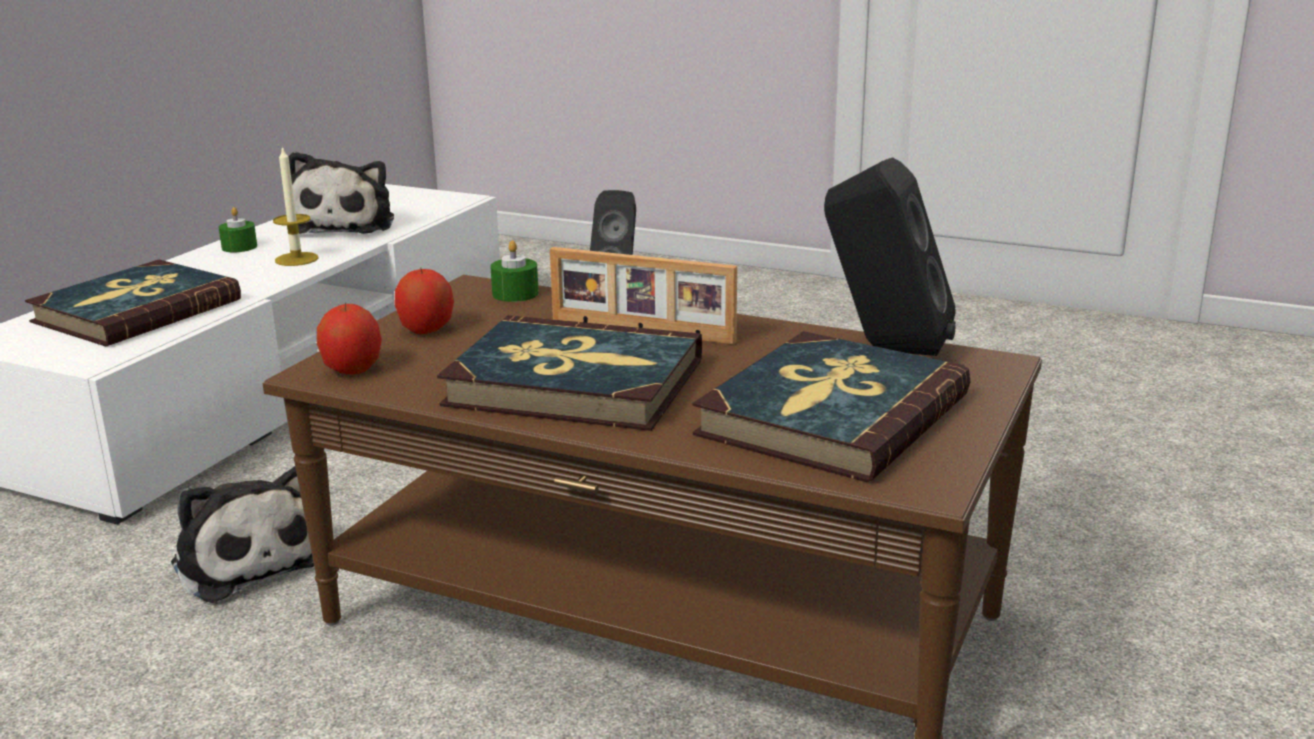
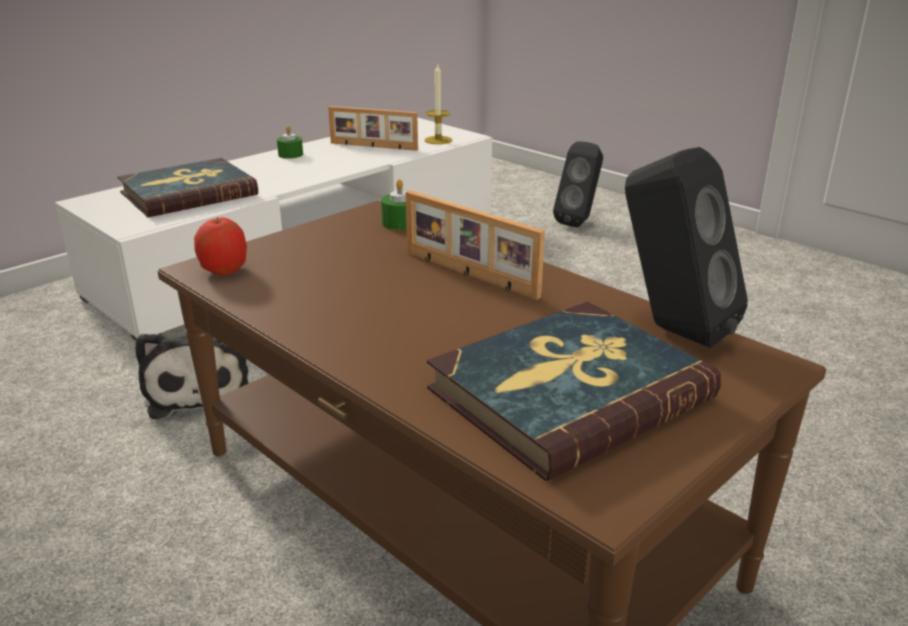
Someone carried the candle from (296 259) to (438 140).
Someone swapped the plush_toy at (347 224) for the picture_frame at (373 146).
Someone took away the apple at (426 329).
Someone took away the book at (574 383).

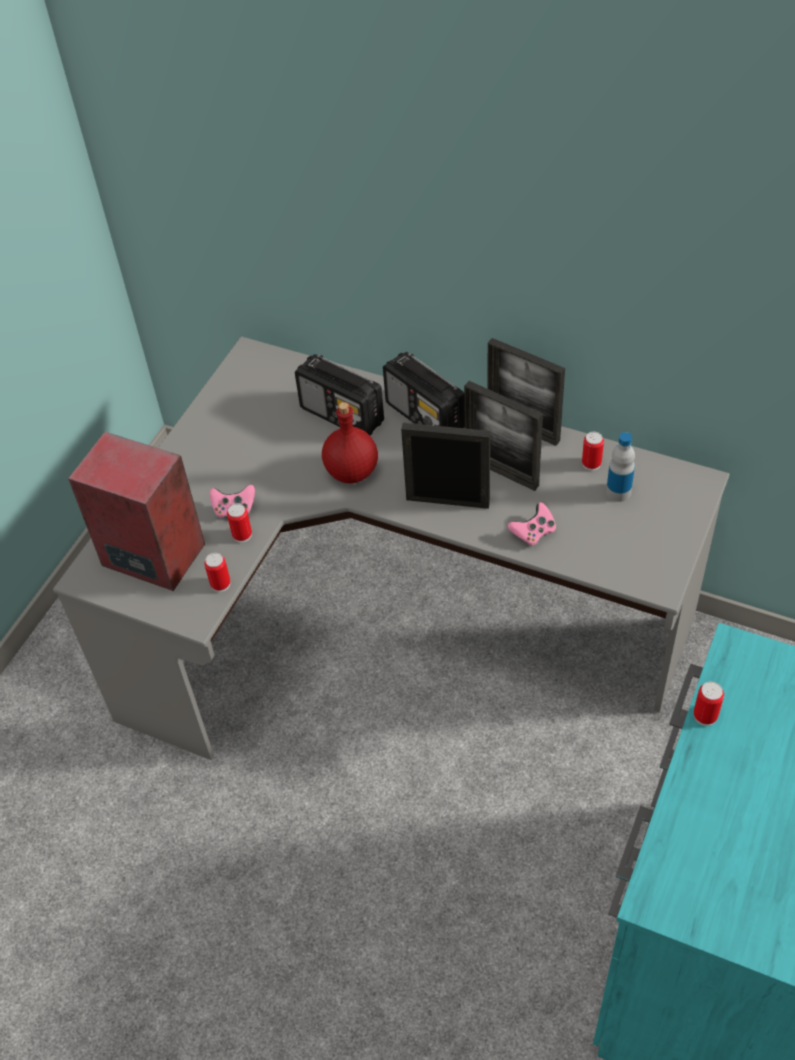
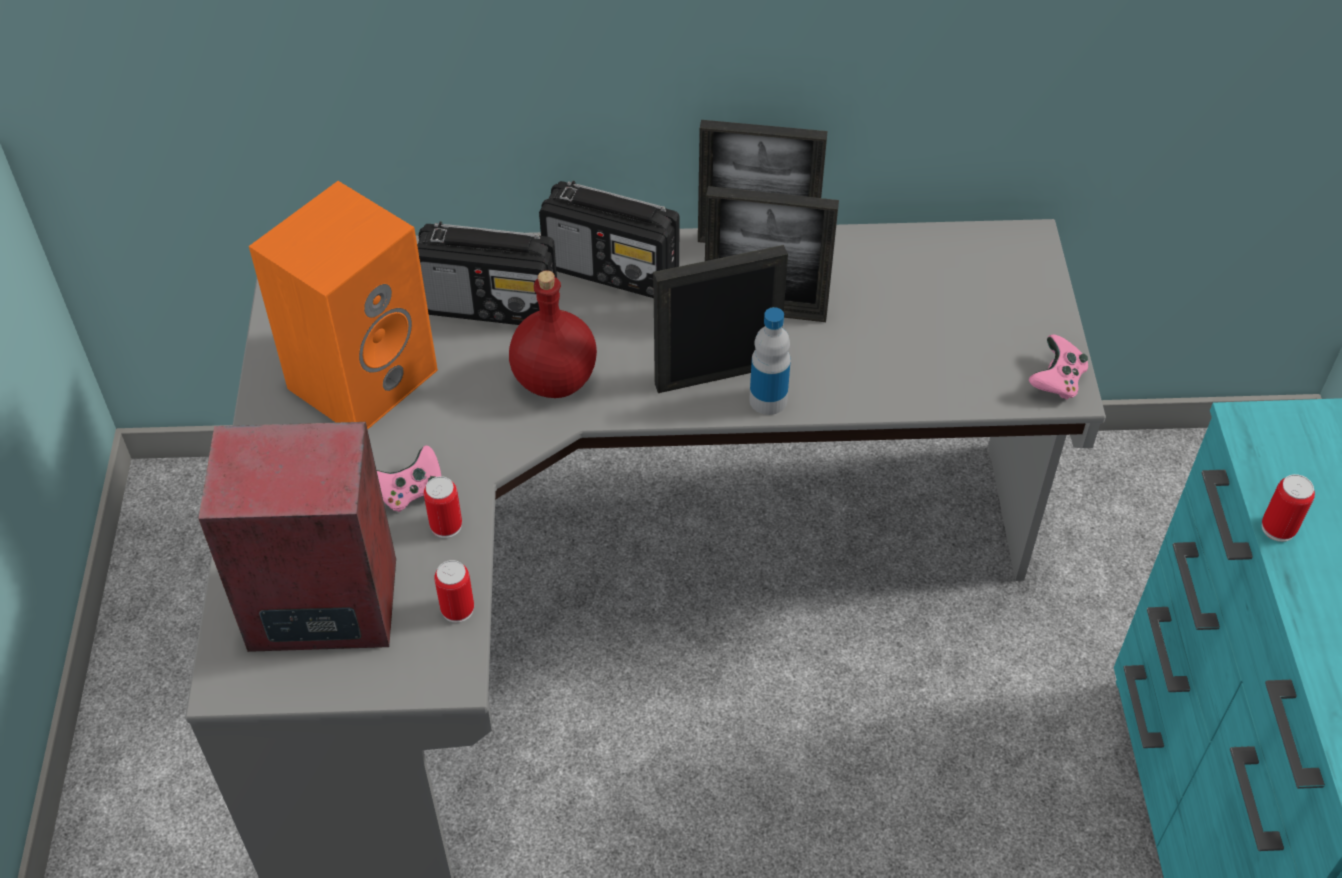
Someone carried the pink_game_controller from (533 533) to (1056 381).
Someone took away the can at (591 463).
Someone carried the bottle from (618 492) to (768 400).
Someone put down the orange_speaker at (363 376).

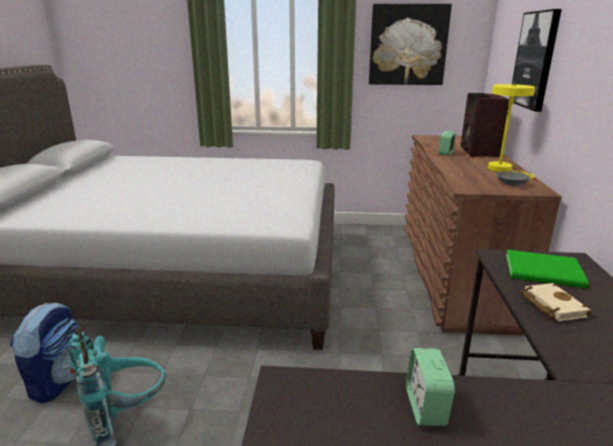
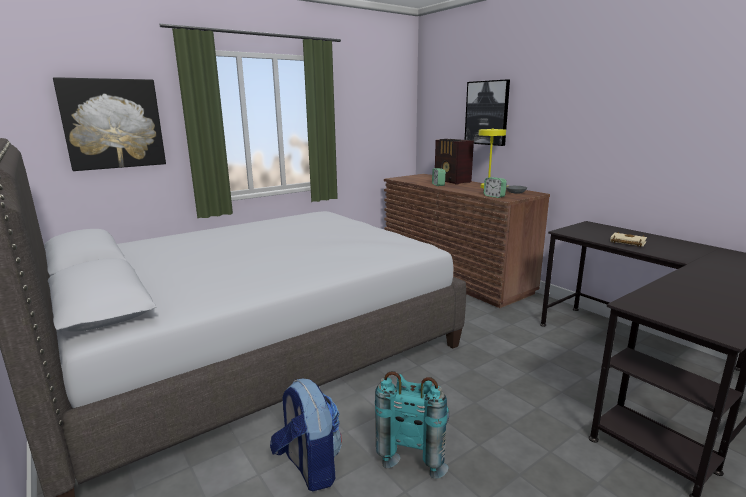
Someone carried the picture from (408 45) to (113 124).
Someone carried the alarm_clock from (425 407) to (494 196).
Someone took away the green_book at (546 272).

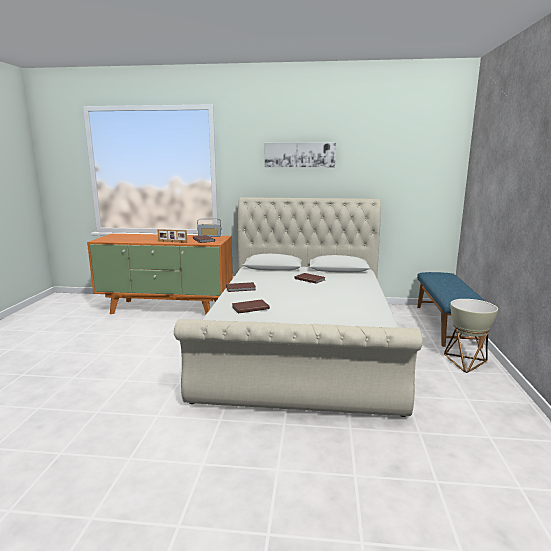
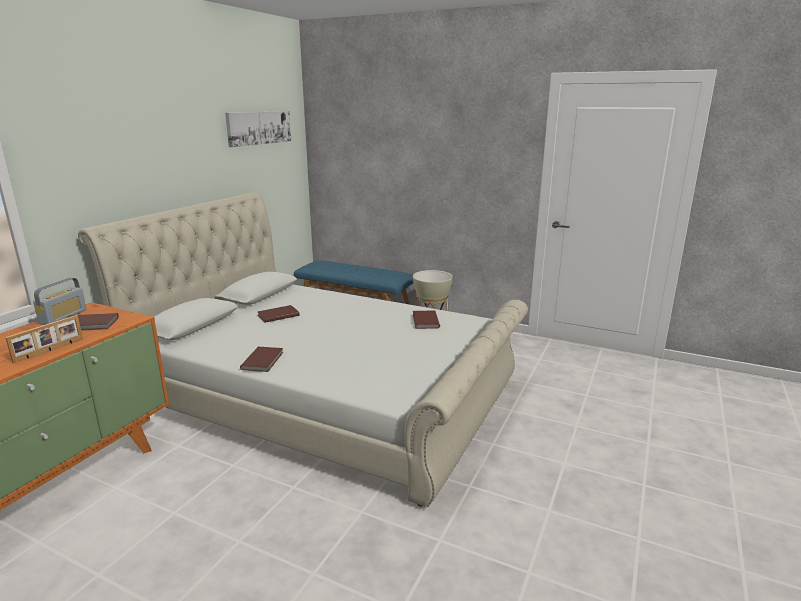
Someone carried the brown_book from (249 307) to (424 321).
Someone carried the picture from (299 155) to (259 128).

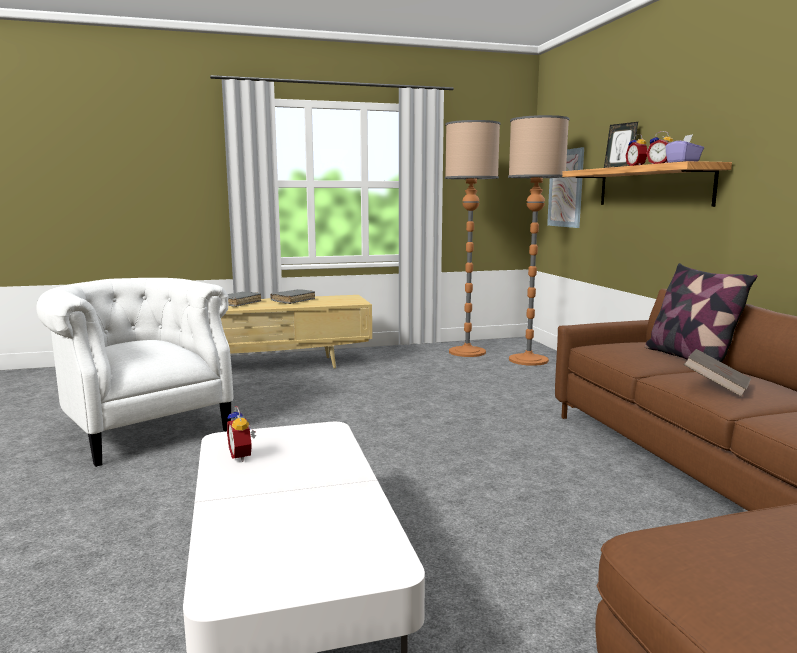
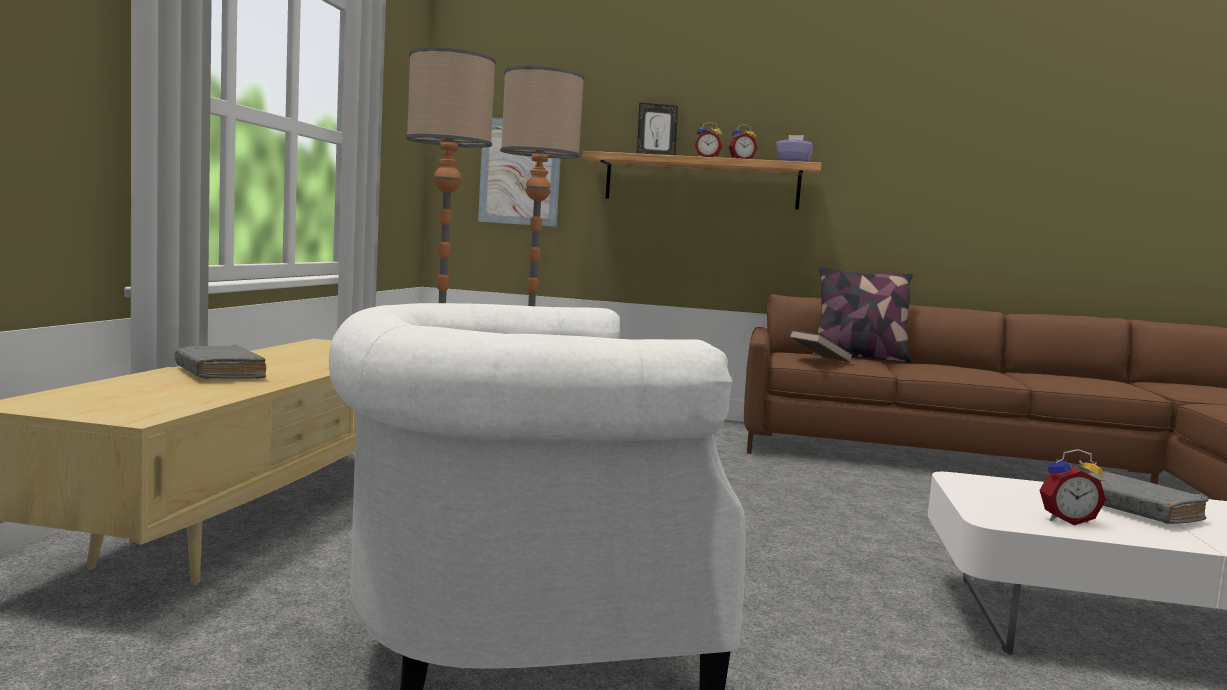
Someone carried the grey_book from (293 301) to (1132 510).
Someone carried the brown_book from (715 387) to (819 360).

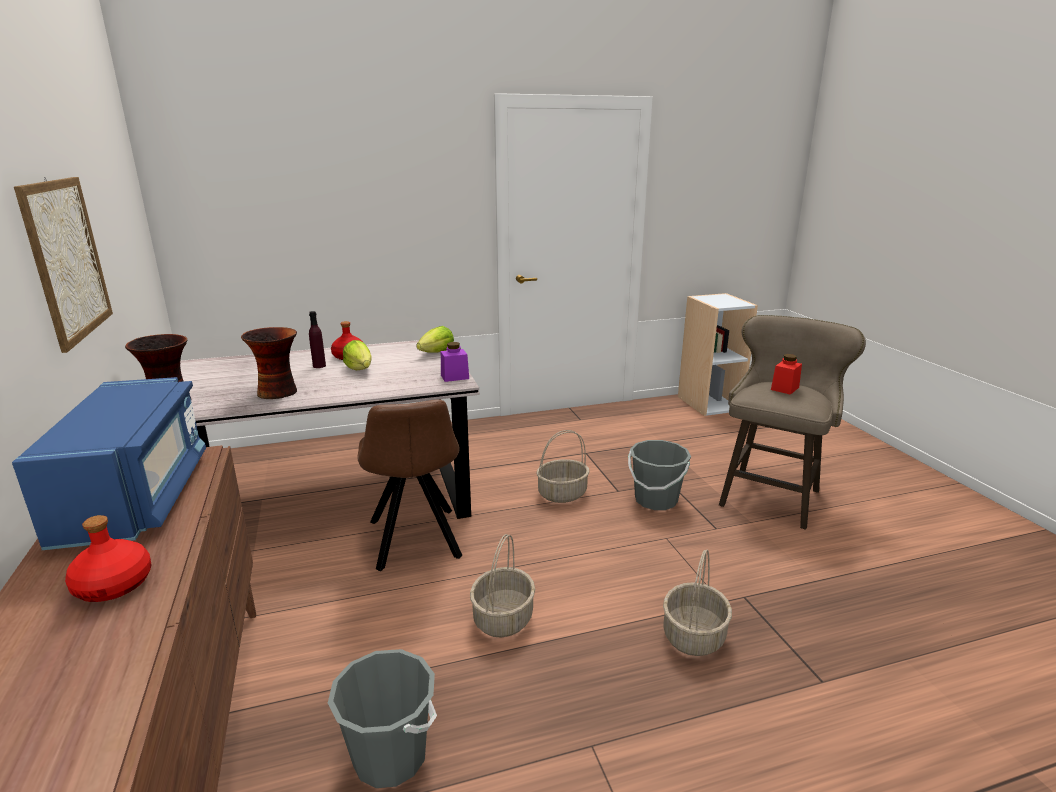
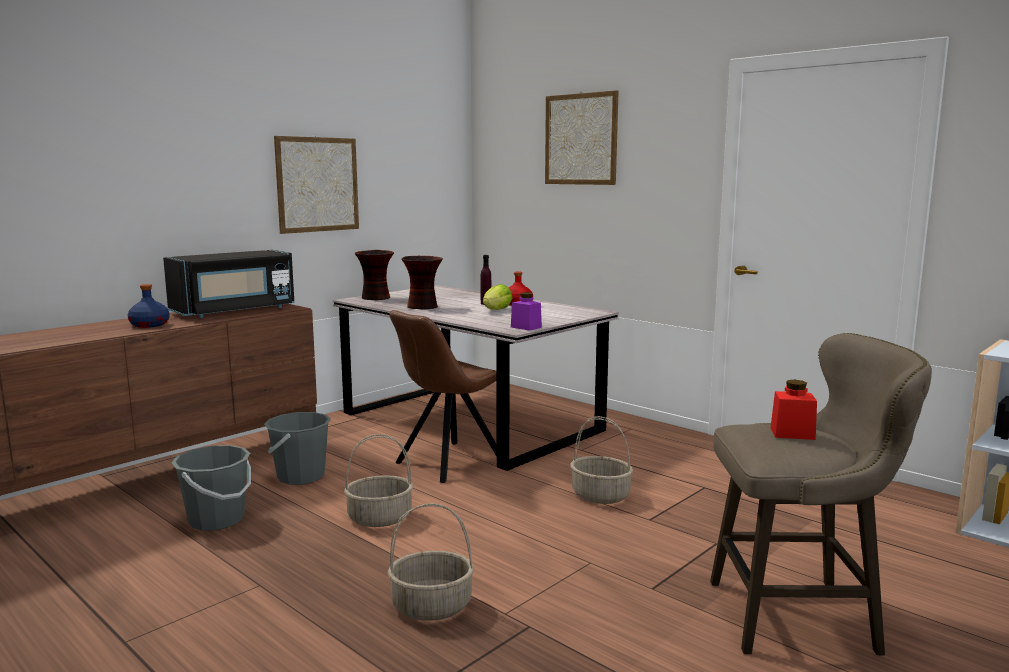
Someone repainted the blue_microwave at (136 497), which became the black_microwave at (234 311).
Someone repainted the red_bottle at (114 585), which became the blue_bottle at (150 325).
Someone took away the lettuce at (437 353).
Someone carried the grey_bucket from (655 500) to (300 476).
Someone put up the picture at (581 138).

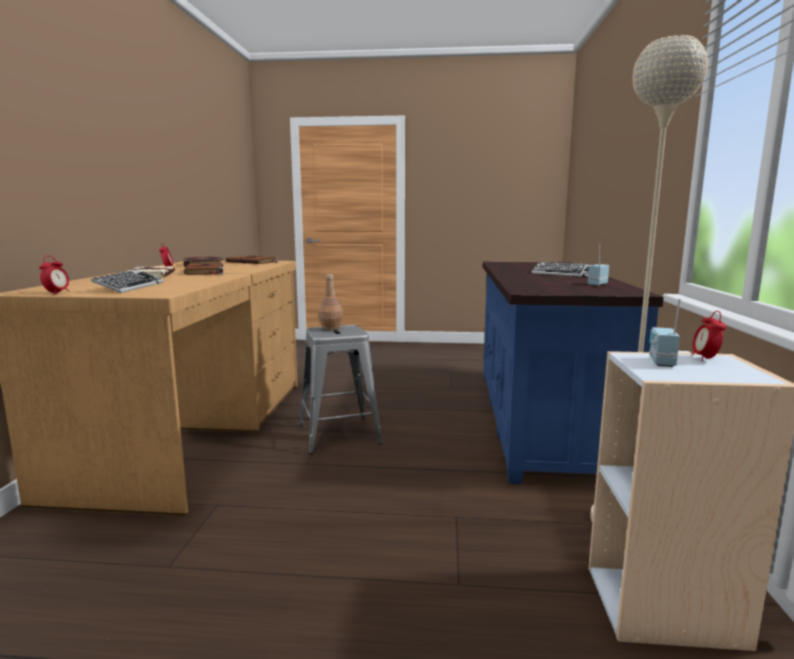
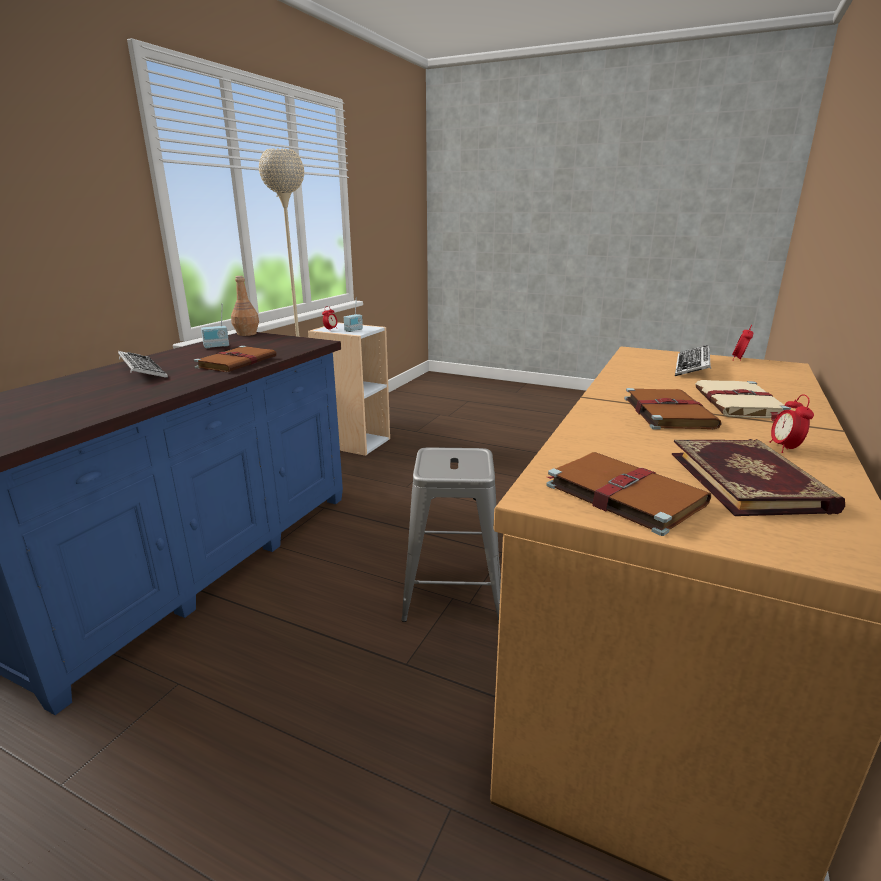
Someone carried the brown_bottle from (330 327) to (247 334).
Someone put down the brown_book at (237 362).

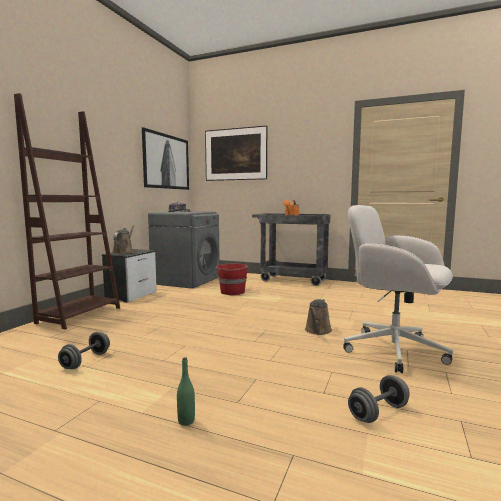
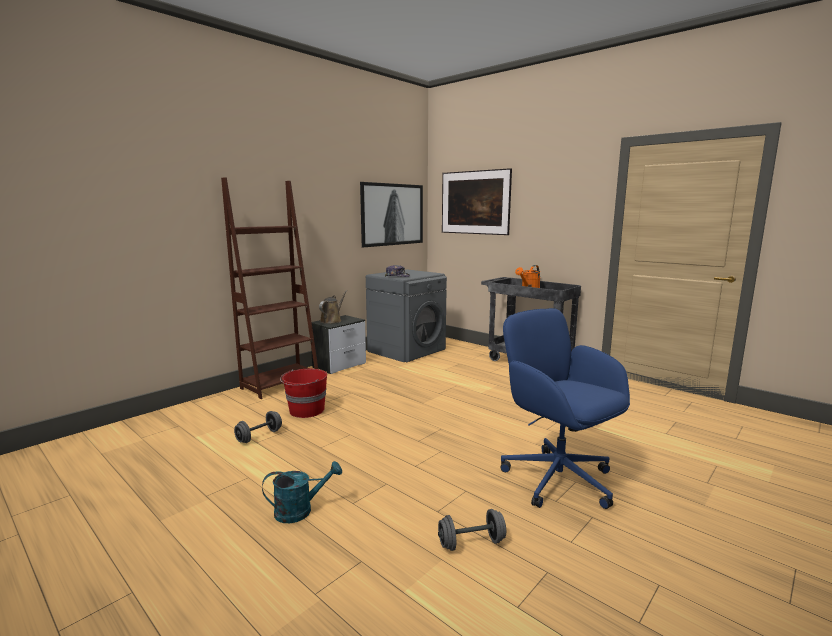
Someone swapped the green_bottle at (186 421) for the turquoise_watering_can at (300 510).
Someone carried the red_bucket from (232 292) to (306 411).
Someone took away the brown_watering_can at (317 331).
Someone repainted the white_office_chair at (394 351), which became the blue_office_chair at (558 480).

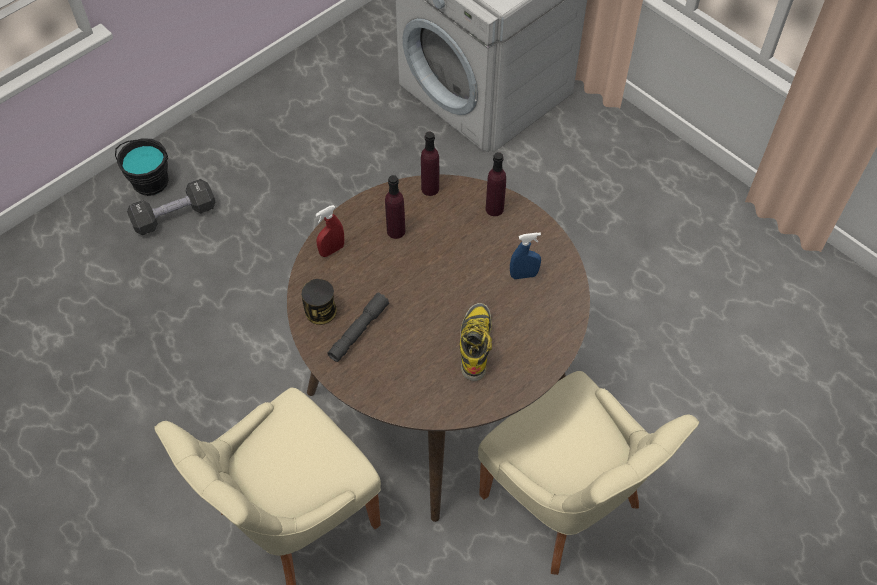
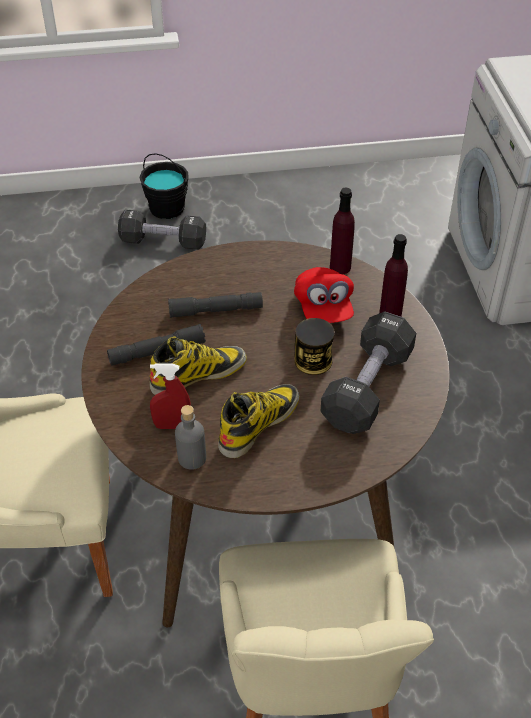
Someone carried the can from (320 311) to (313 360).
Someone carried the red_spray_bottle from (332 250) to (172 425).
Someone took away the purple_bottle at (396 231).
Someone swapped the blue_spray_bottle at (524 275) for the black_dumbbell at (367 388).
Someone put down the boot at (198 374).
Someone put down the grey_flashlight at (216 310).
Someone put down the grey_bottle at (192 458).
Someone put down the red_cap at (323 308).

